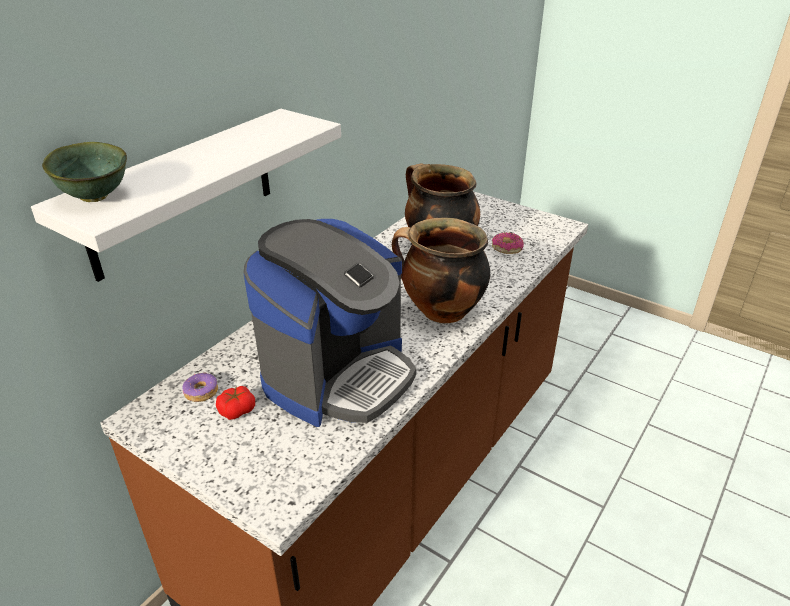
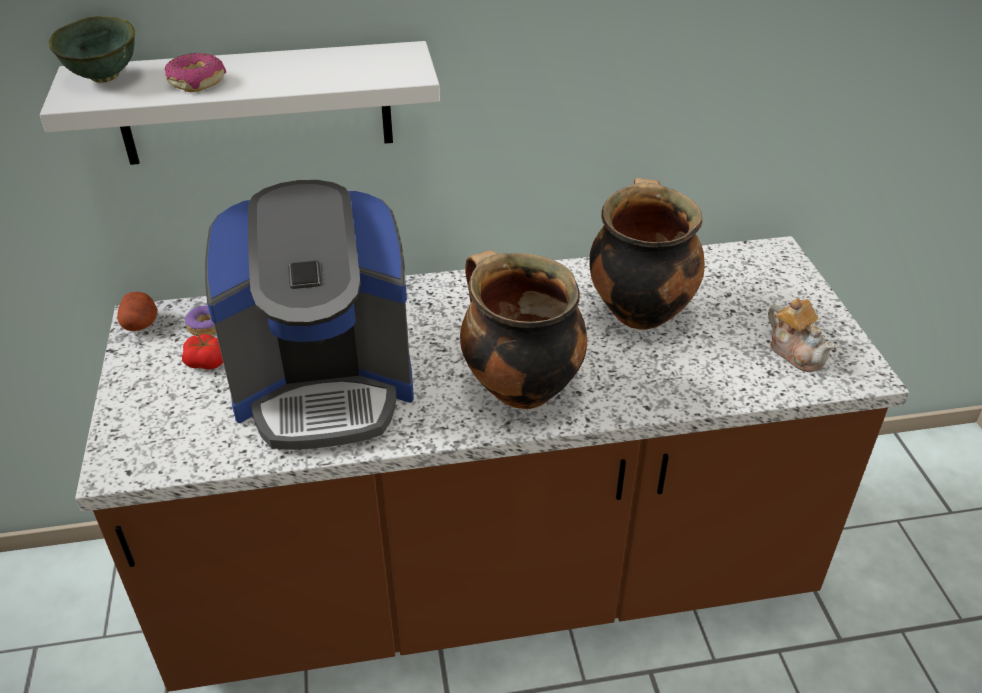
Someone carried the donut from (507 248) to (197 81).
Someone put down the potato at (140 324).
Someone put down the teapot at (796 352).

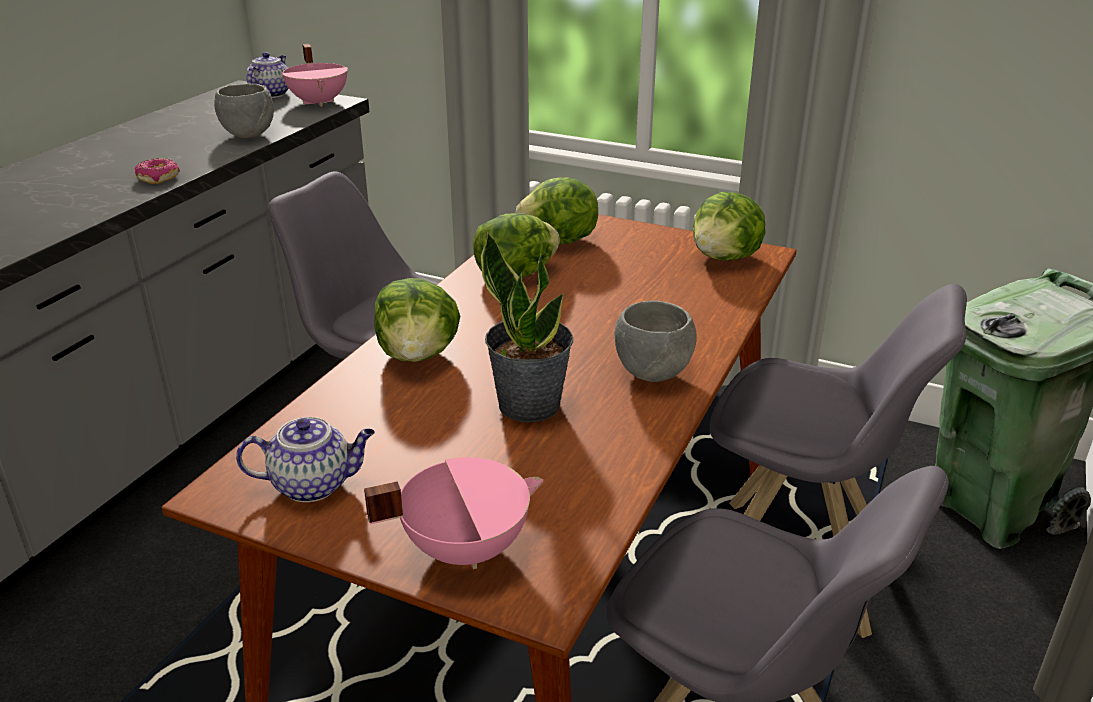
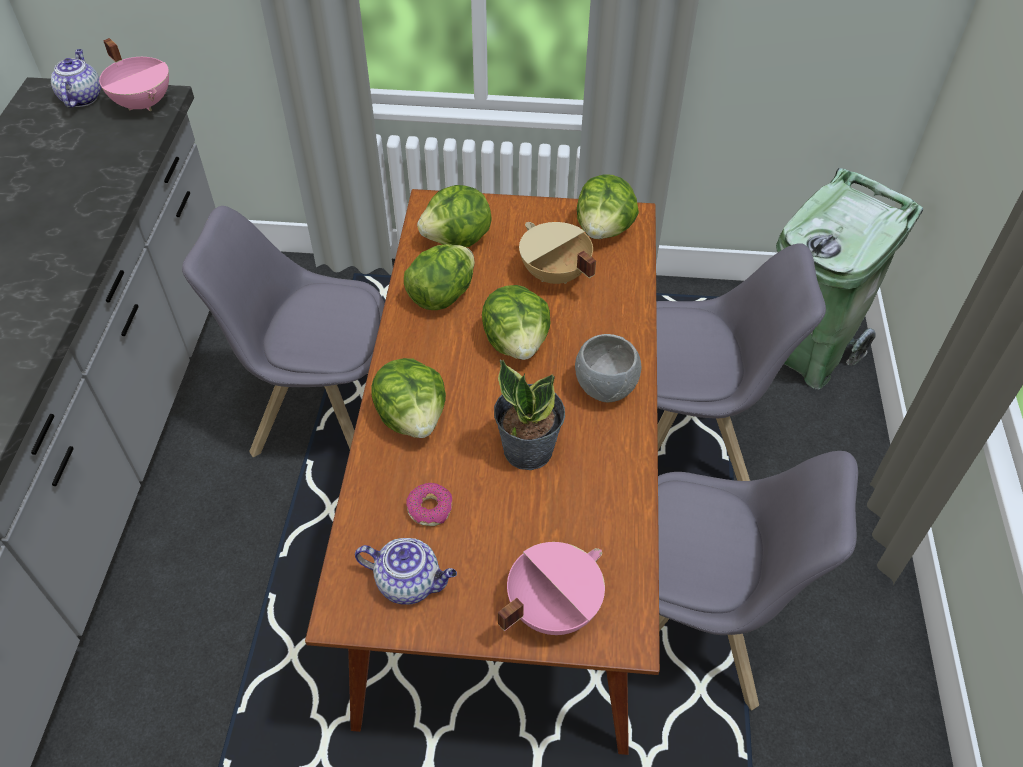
Someone carried the donut from (158 178) to (430 509).
Someone took away the grey_bowl at (249 135).
Someone rotated the teapot at (314 484) by 45 degrees clockwise.
Someone put down the lettuce at (516 343).
Someone put down the beige_cooking_pot at (554 275).

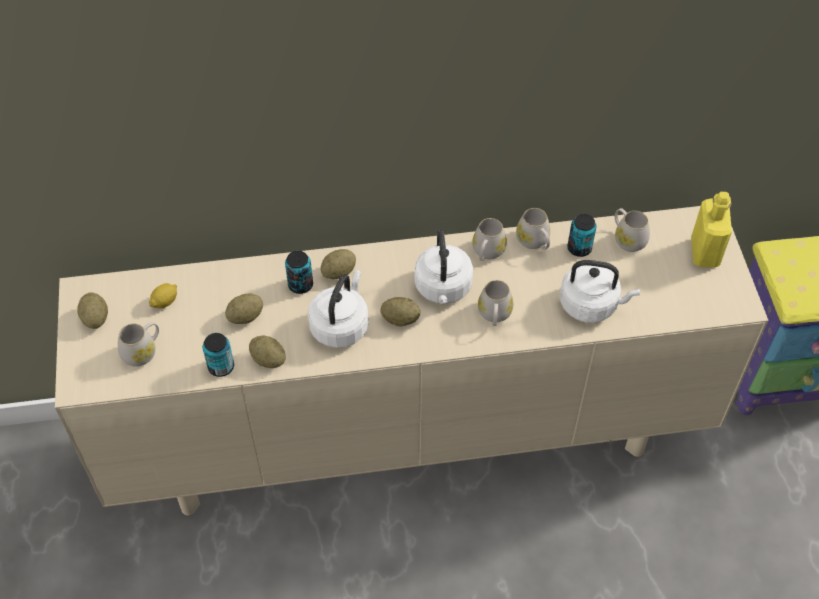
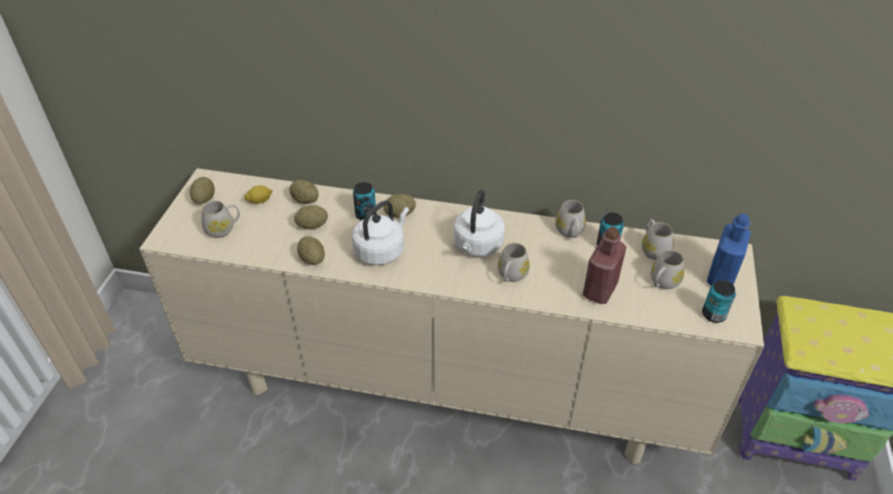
Someone carried the can from (221 367) to (713 314).
Someone carried the potato from (400 319) to (305 200).
Someone carried the white_mug from (487 252) to (662 283).
Someone swapped the white_kettle at (591 305) for the red_bottle at (600 290).
Someone repainted the yellow_bottle at (704 252), which became the blue_bottle at (721 277).

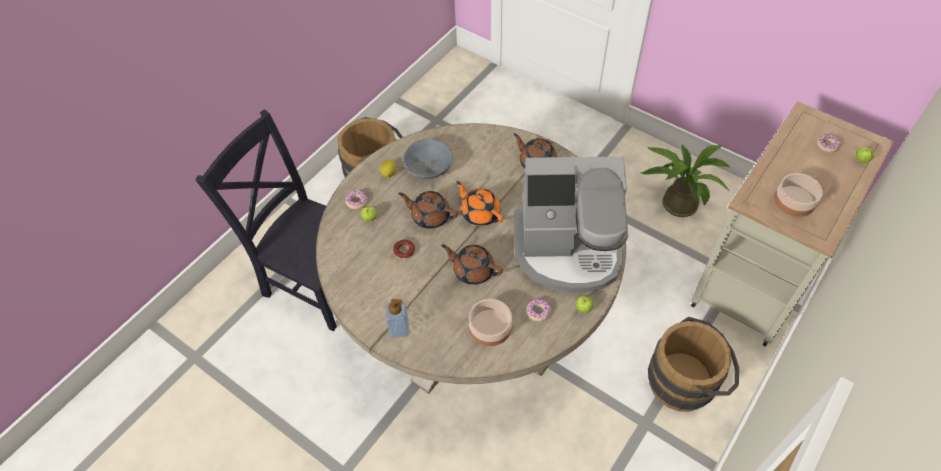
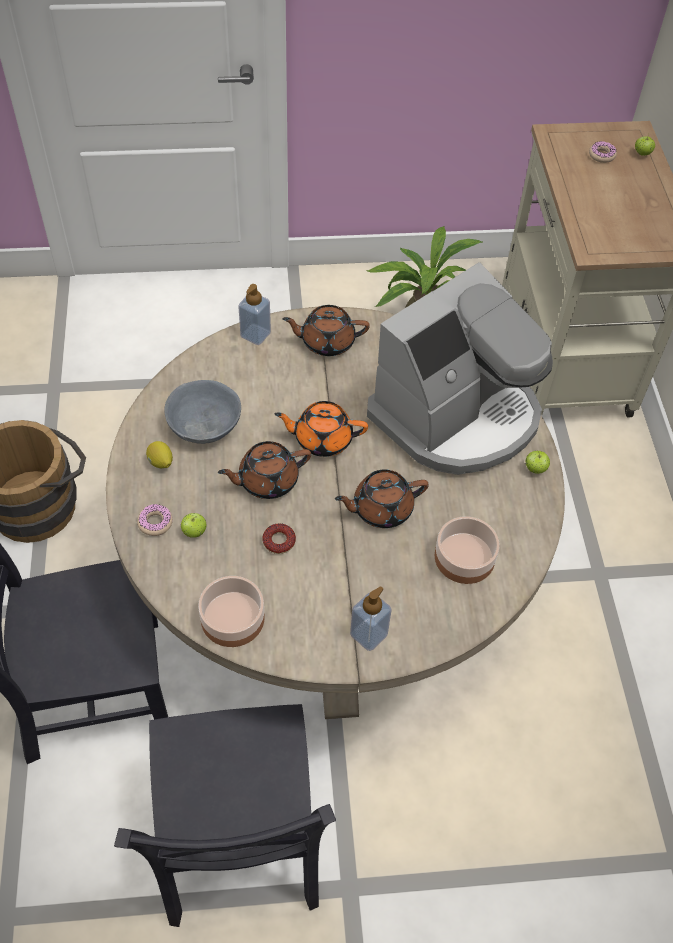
Someone took away the donut at (538 312).
Someone took away the brown_bucket at (687 381).
Someone carried the bowl from (795 201) to (233 618).
Someone put down the black_chair at (238 847).
Someone put down the soap_dispenser at (255 335).

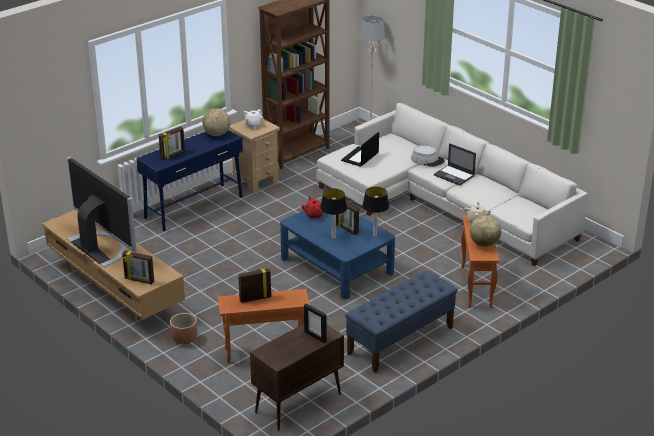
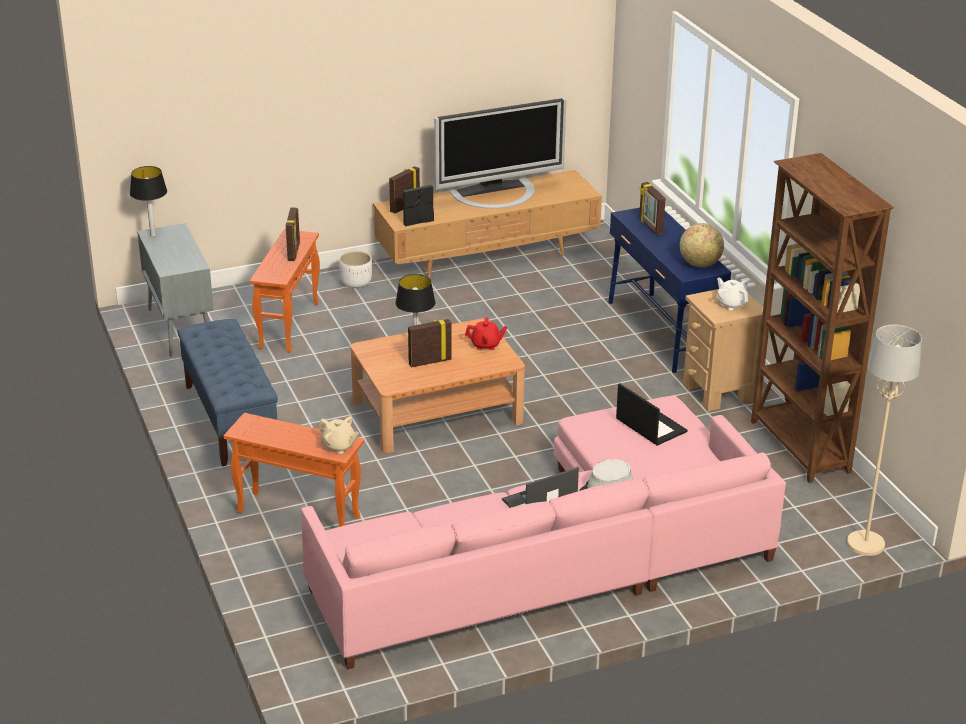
Someone repainted the brown_planter at (184 339), which became the white_planter at (355 283).
Someone repainted the brown_cabinet at (297 404), which became the grey_cabinet at (180 328).
Someone repainted the blue_coffee_table at (337 266), which became the brown_coffee_table at (437 411).
Someone carried the picture_frame from (315 336) to (418 222).
Someone repainted the white_sofa at (443 202), which became the pink_sofa at (560 554).
Someone carried the table_lamp from (375 235) to (153 236).
Someone took away the globe at (484 244).

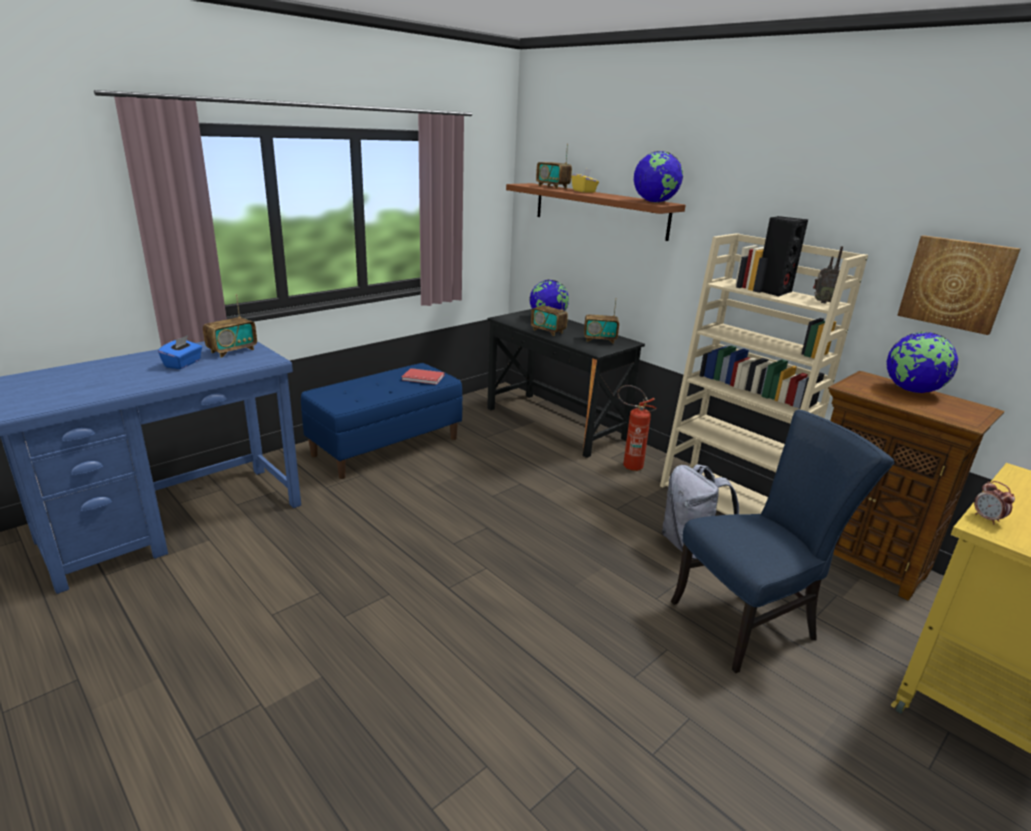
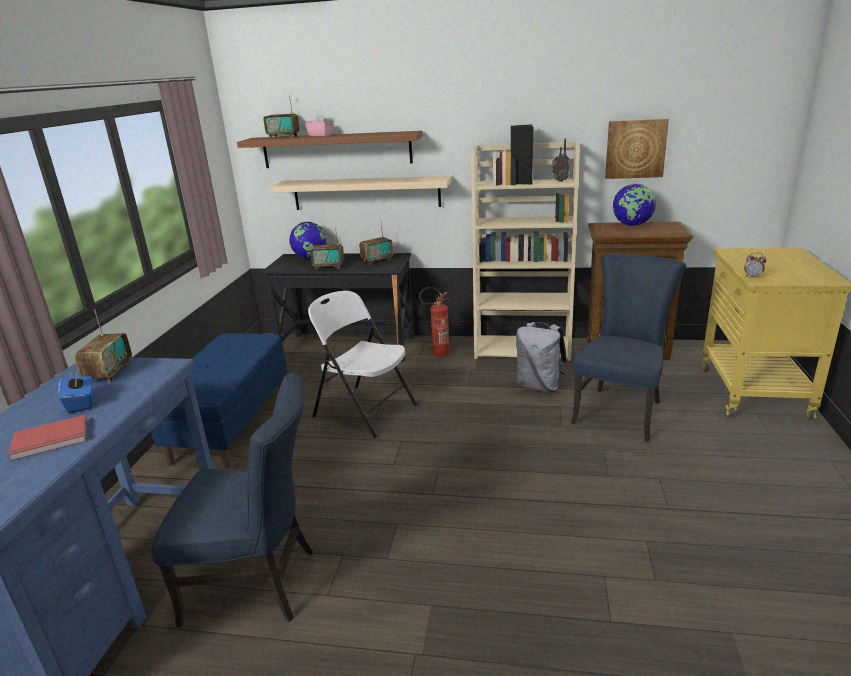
Someone carried the red_book from (423 378) to (51 440).
Someone repainted the yellow_tissue_box at (584 191), which became the pink_tissue_box at (321 135).
Someone took away the globe at (654 202).
Someone put down the blue_chair at (259 583).
Someone put up the beige_shelf at (366 193).
Someone put down the white_chair at (365 410).

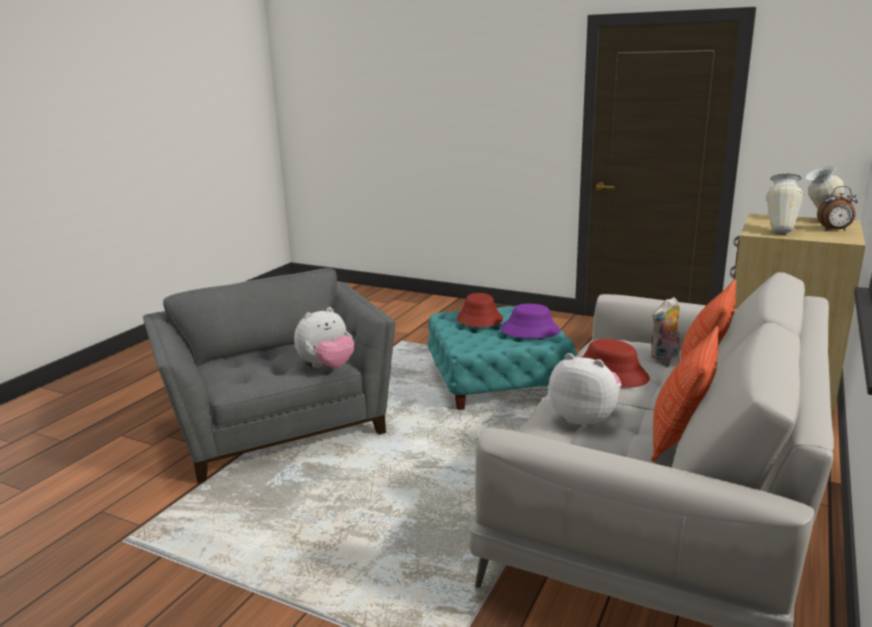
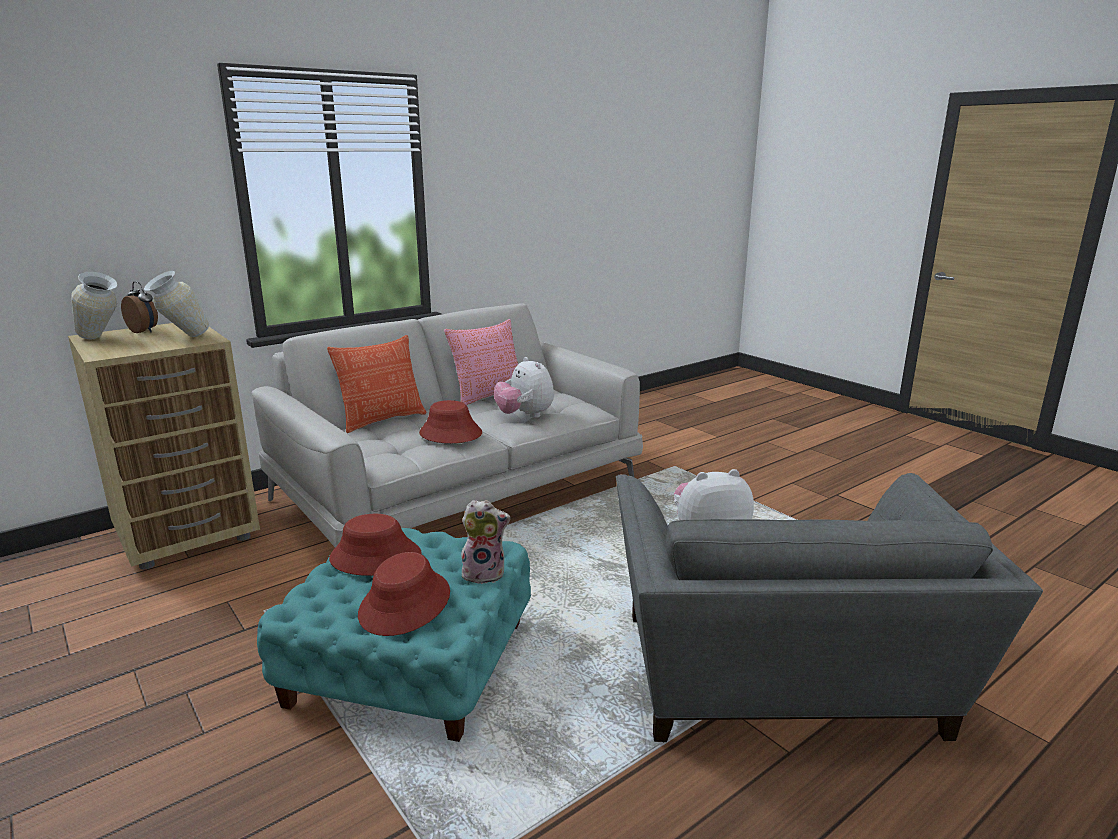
Someone repainted the purple_hat at (530 330), which became the red_hat at (375 557).
Someone carried the plush_toy from (665 356) to (485 573).
Someone repainted the orange_pillow at (679 439), which became the pink_pillow at (488 396).

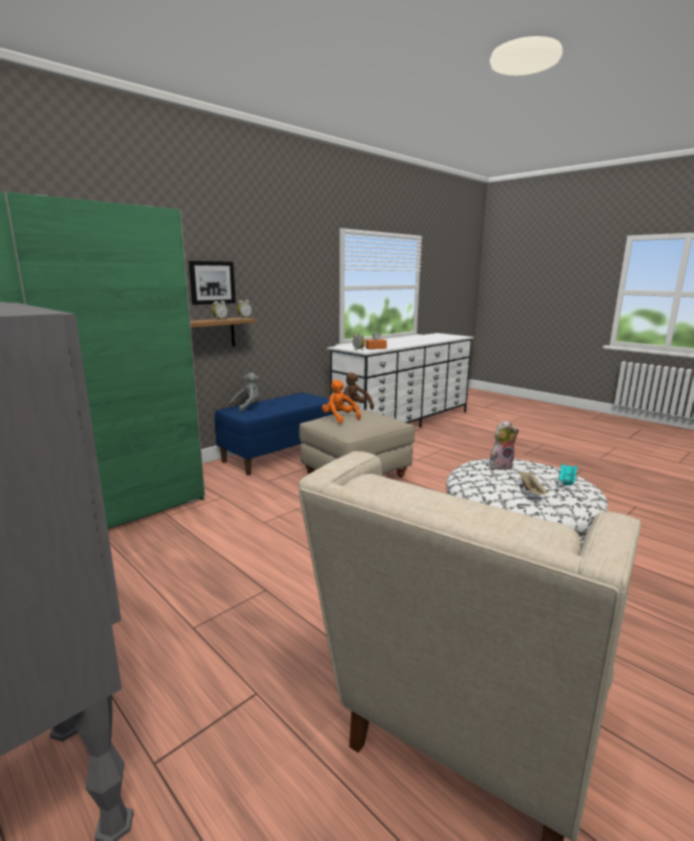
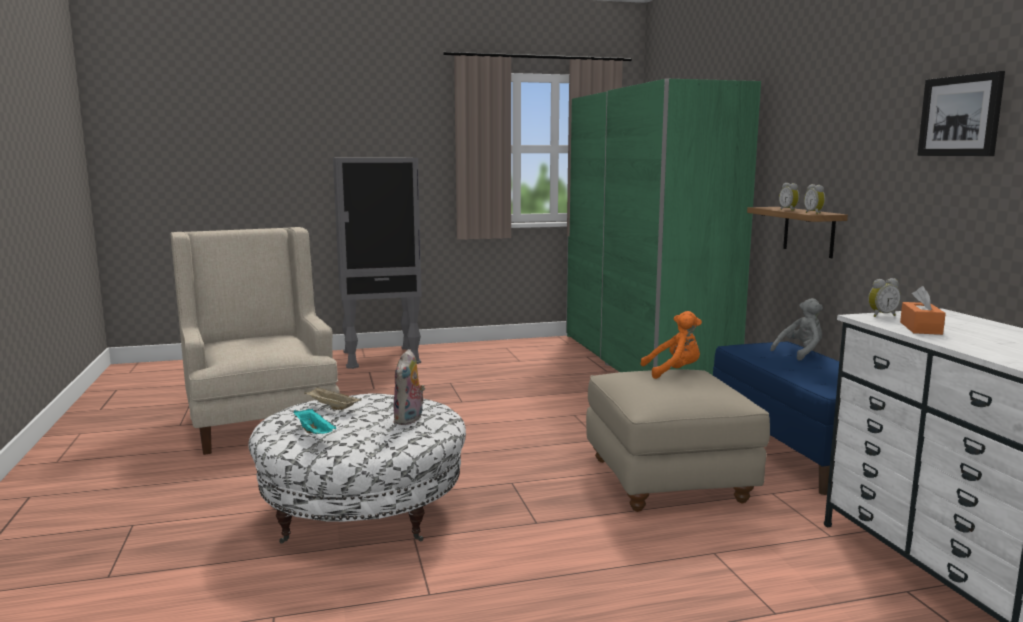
Someone carried the picture from (212 282) to (961 116).
Someone rotated the grey_plush_toy at (247 407) by 105 degrees counterclockwise.
Someone took away the brown_plush_toy at (353 408).

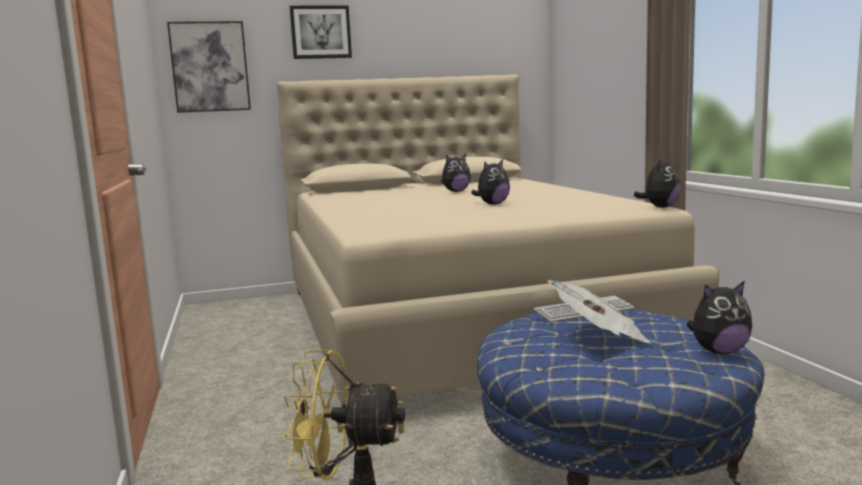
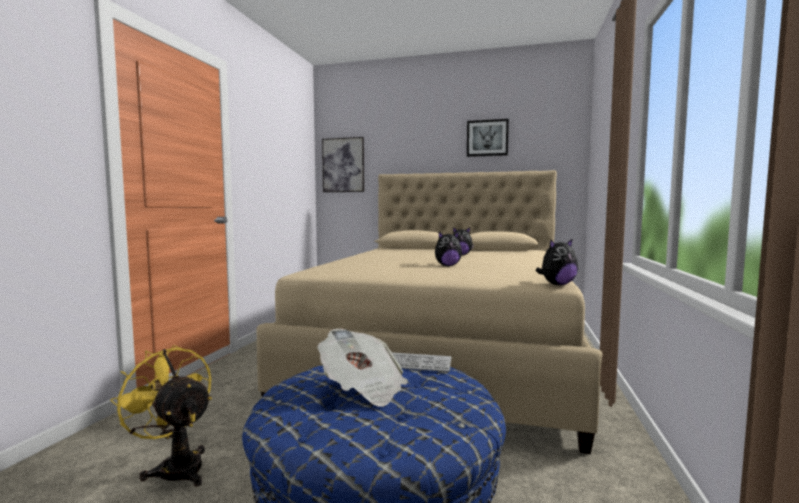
Someone carried the picture from (320 32) to (487 138).
Someone took away the plush_toy at (719 351).

